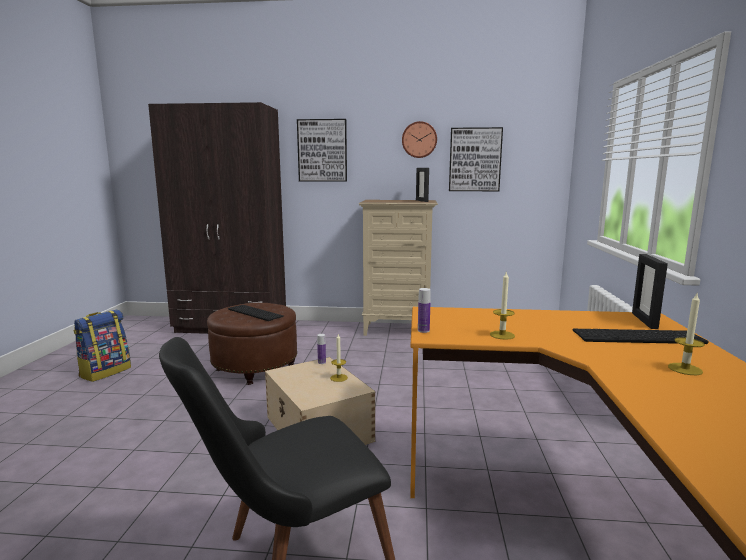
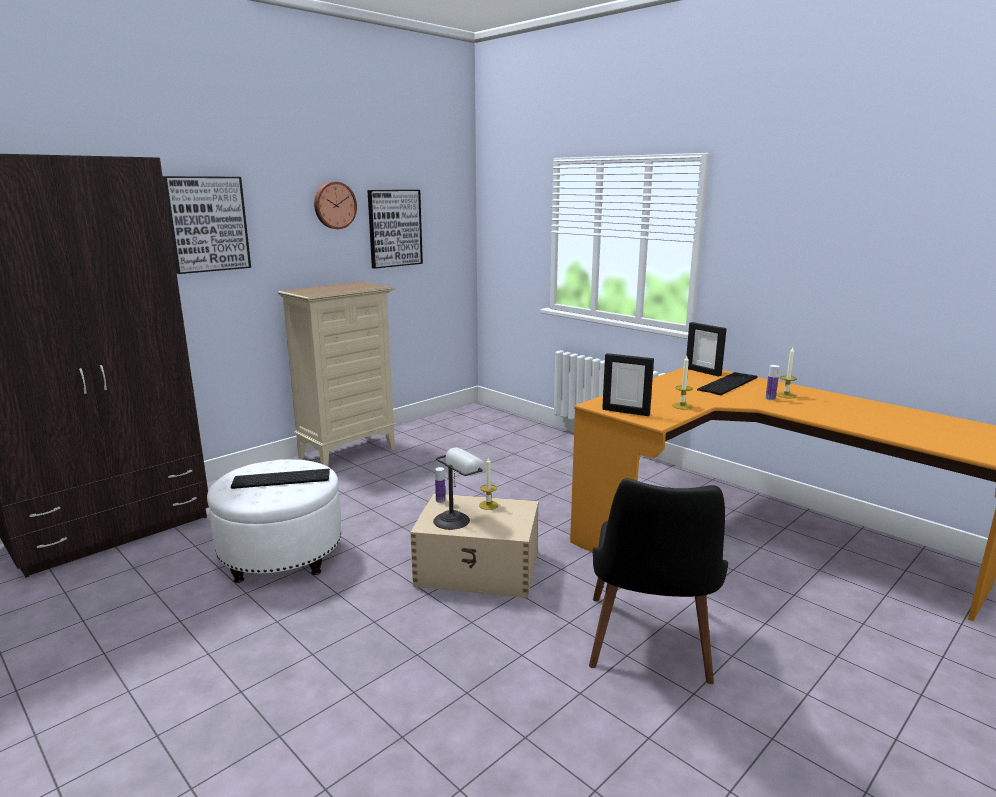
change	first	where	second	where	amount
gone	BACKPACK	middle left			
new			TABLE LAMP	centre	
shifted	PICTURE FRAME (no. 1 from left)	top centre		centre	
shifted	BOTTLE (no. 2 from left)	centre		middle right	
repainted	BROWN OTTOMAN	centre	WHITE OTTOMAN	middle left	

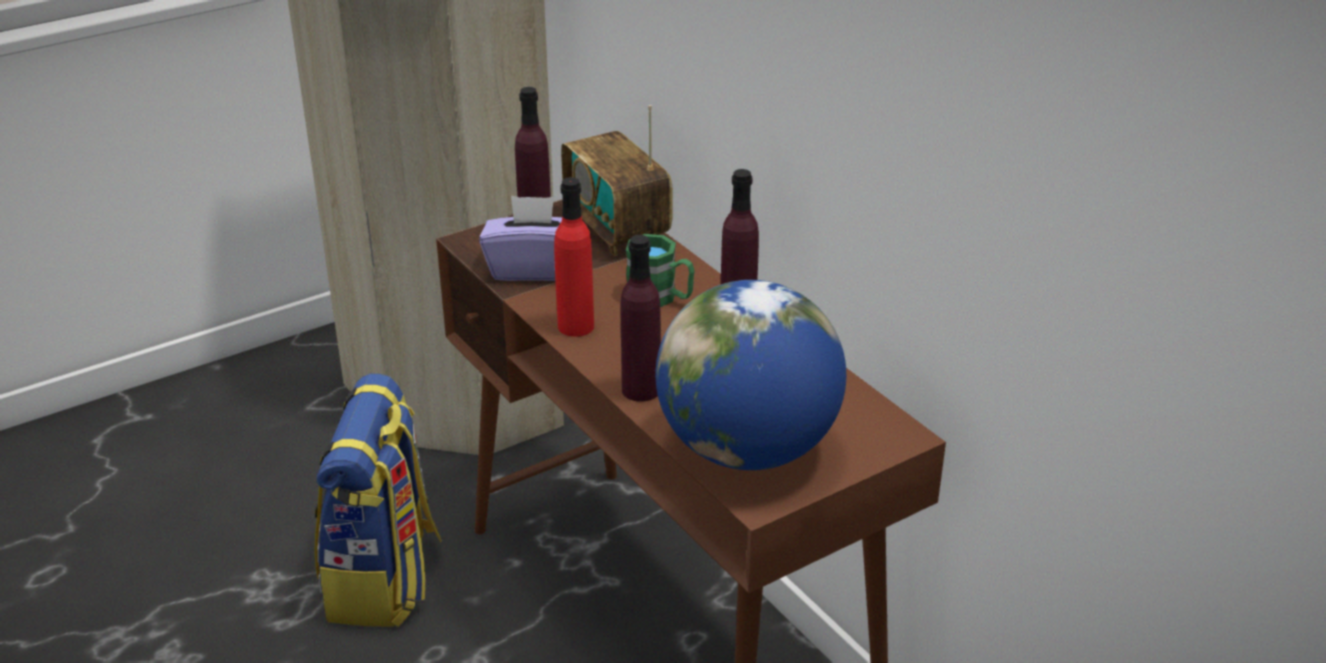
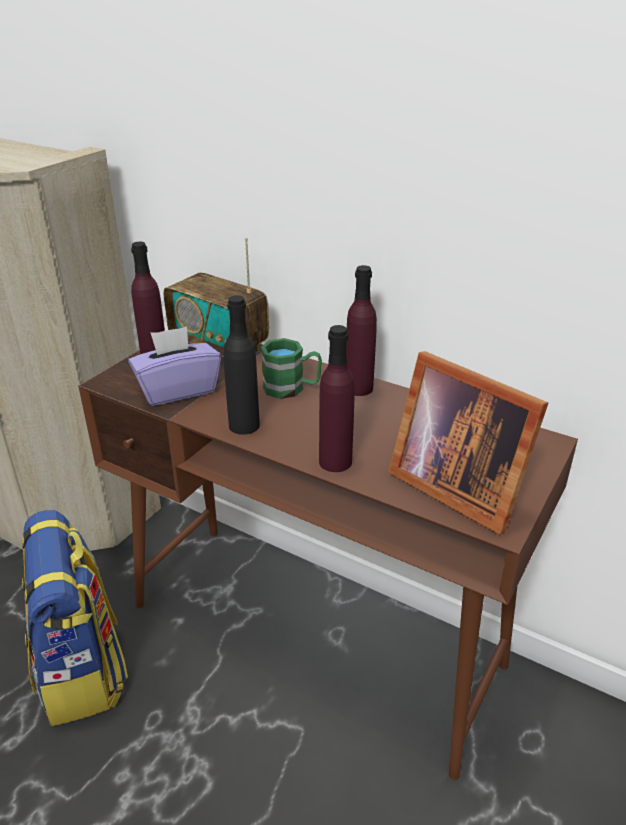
change	first	where	second	where	amount
swapped	GLOBE	centre	PICTURE FRAME	middle right	
repainted	RED BOTTLE	centre	BLACK BOTTLE	centre	

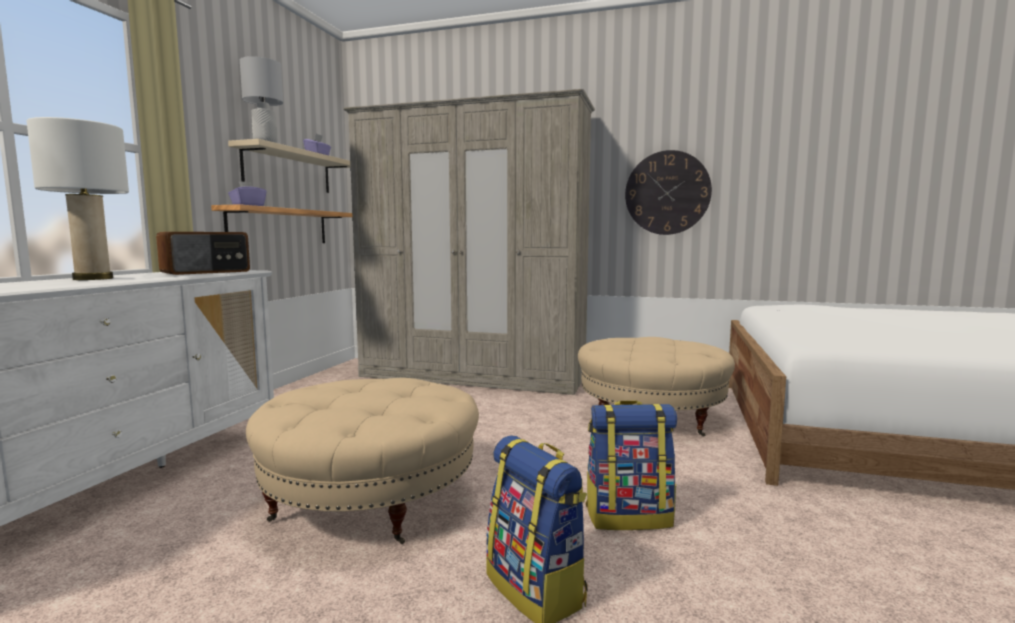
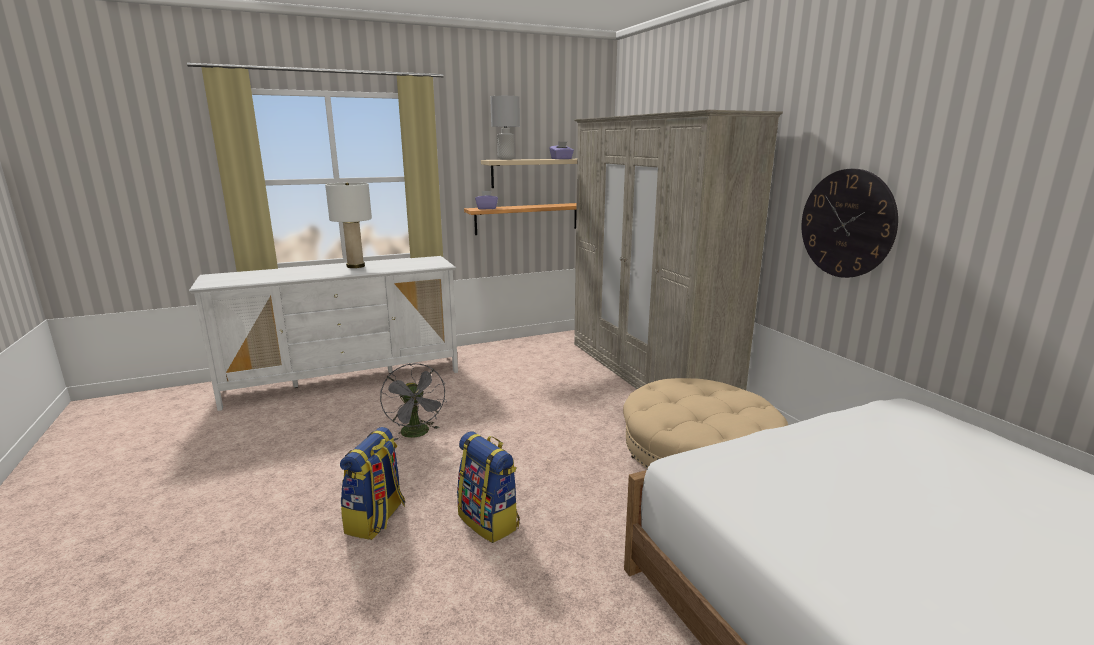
change	first	where	second	where	amount
gone	RADIO	middle left			
swapped	BEIGE OTTOMAN (no. 1 from left)	bottom centre	GREY FAN	centre	

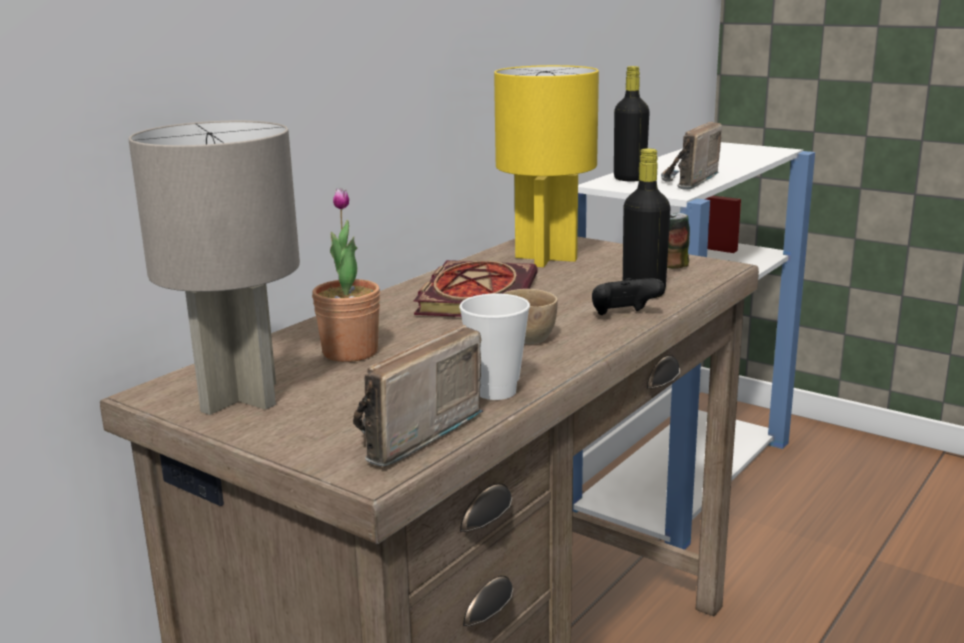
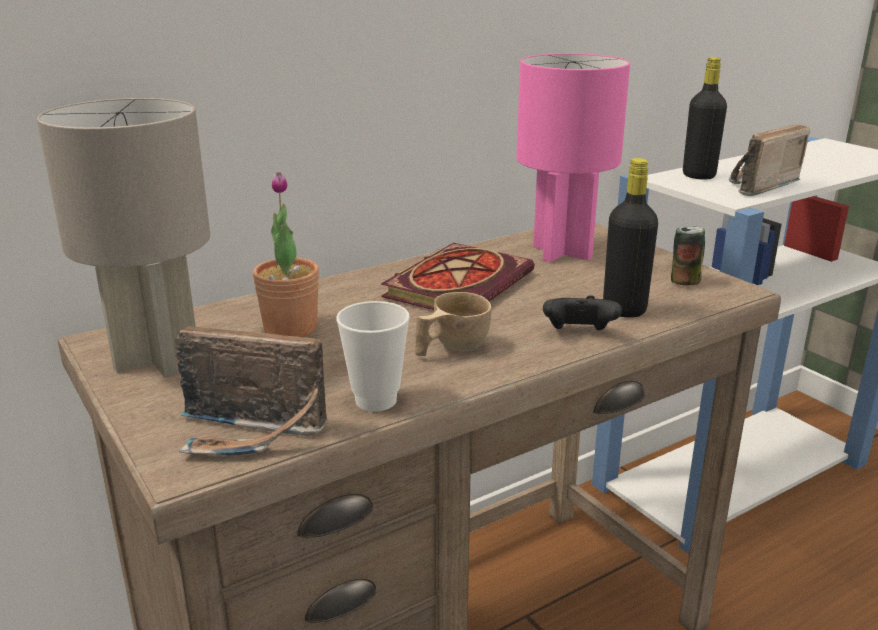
change	first	where	second	where	amount
repainted	YELLOW TABLE LAMP	top centre	PINK TABLE LAMP	top centre	
rotated	RADIO (no. 1 from left)	centre		middle left	135 degrees counterclockwise

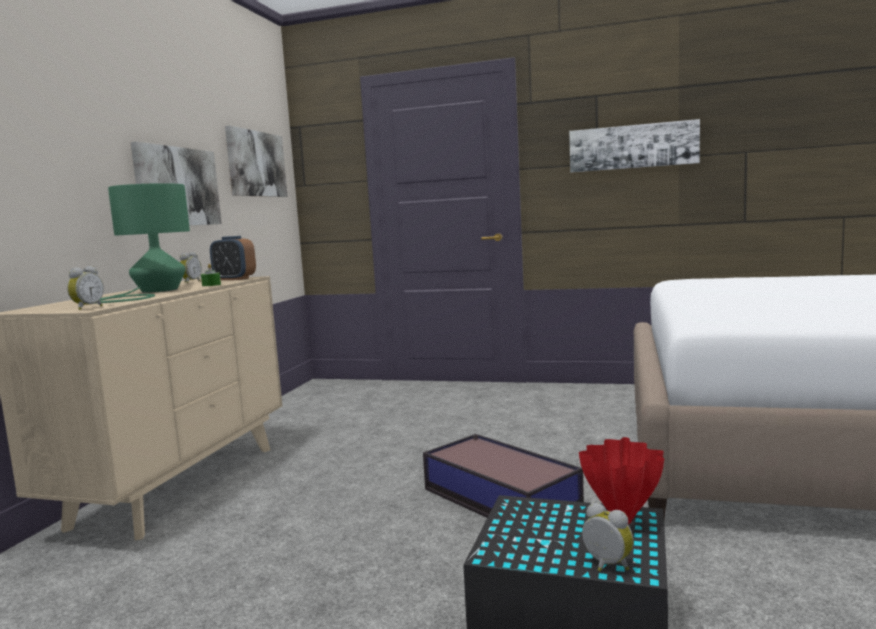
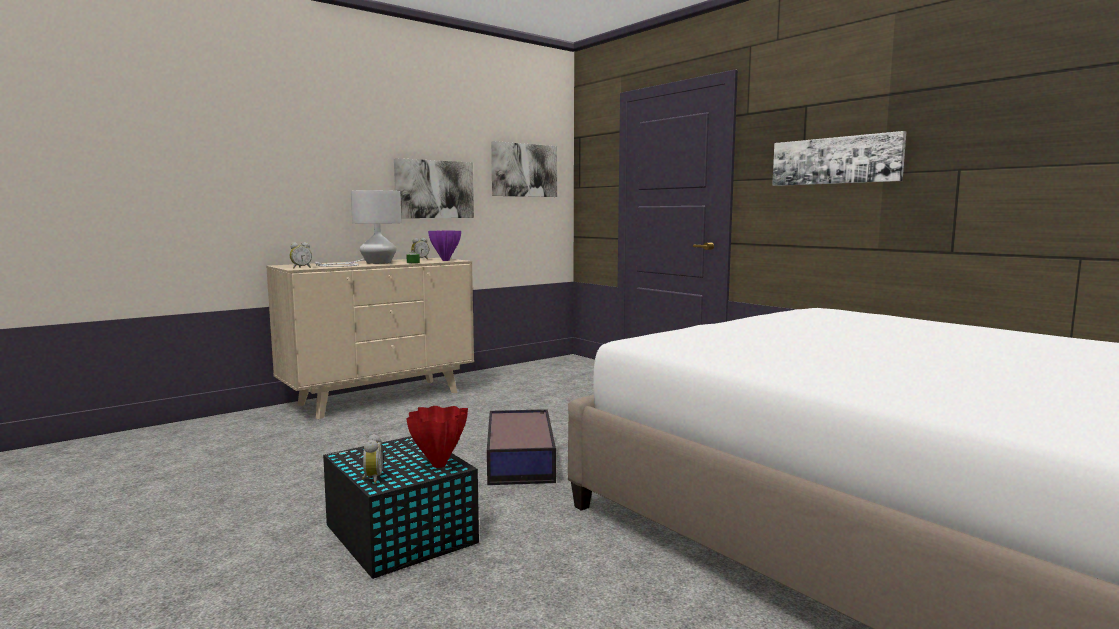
change	first	where	second	where	amount
swapped	ALARM CLOCK (no. 3 from left)	middle left	PURPLE VASE	centre	
repainted	GREEN TABLE LAMP	middle left	GREY TABLE LAMP	middle left	

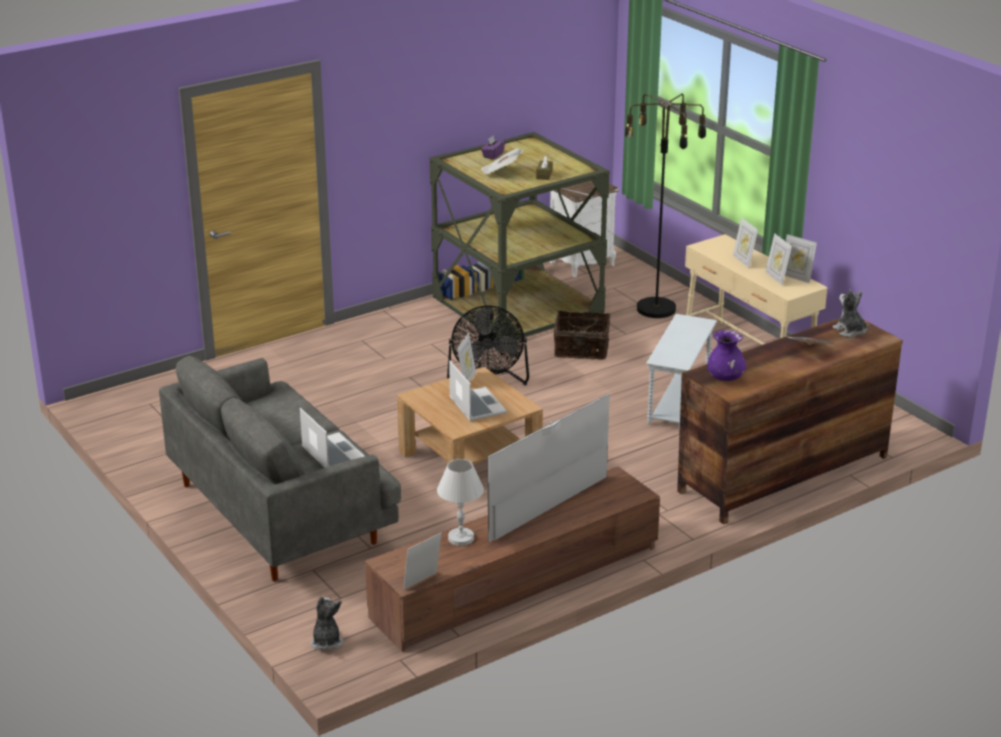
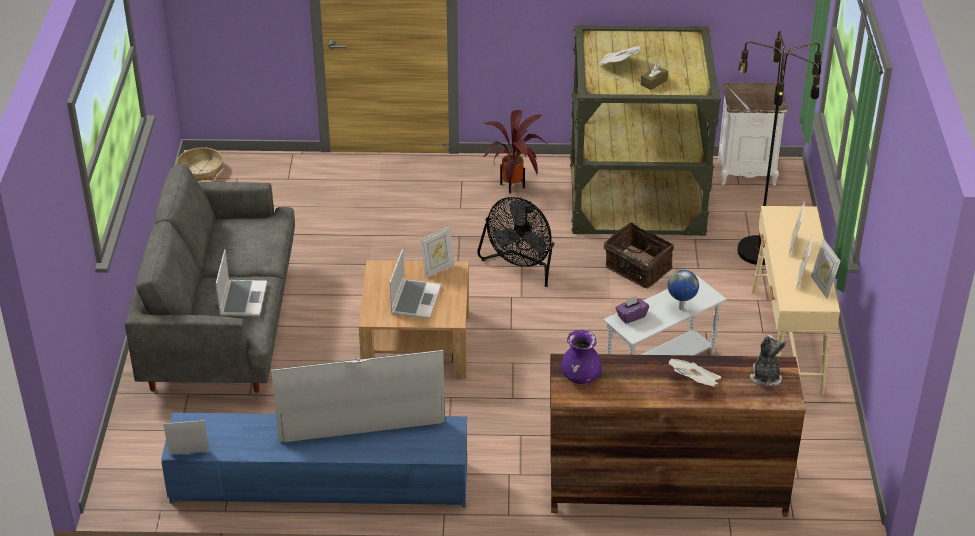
change	first	where	second	where	amount
gone	PLUSH TOY (no. 1 from left)	bottom left			
gone	WHITE TABLE LAMP	bottom centre			
new			BASKET (no. 1 from left)	top left	
new			POTTED PLANT	top centre	
new			GLOBE	middle right	
shifted	PURPLE TISSUE BOX	top centre		centre	
repainted	BROWN TV STAND	bottom centre	BLUE TV STAND	bottom left	

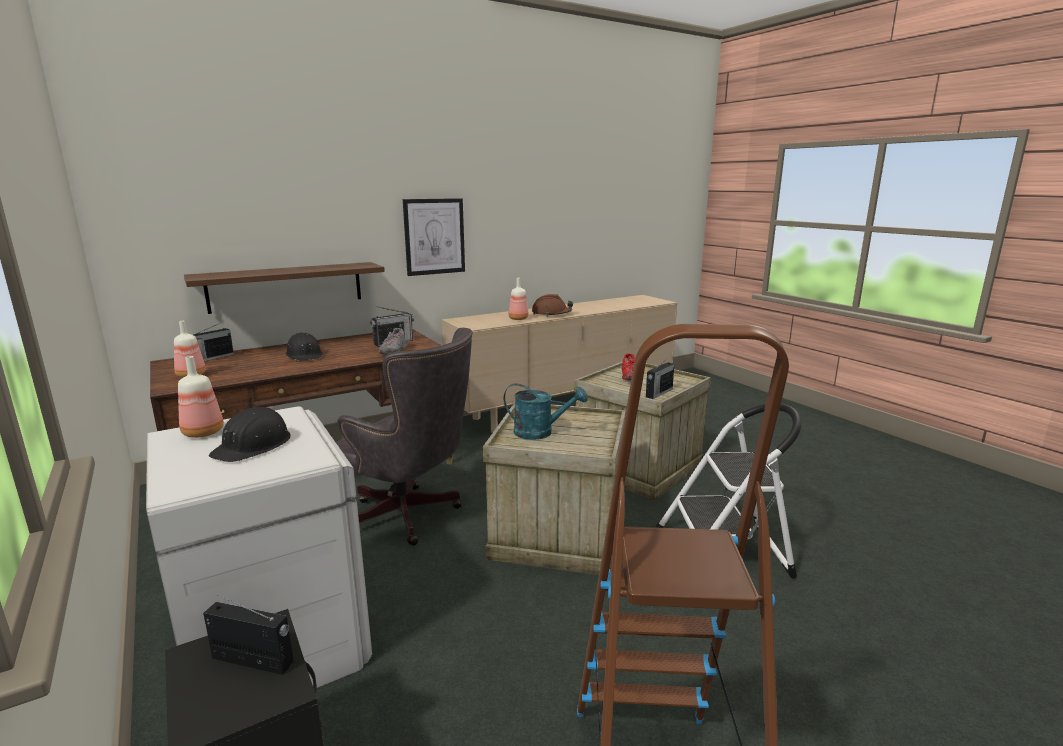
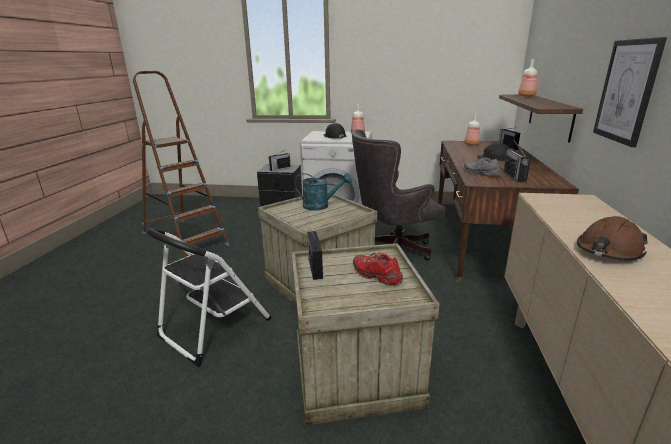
change	first	where	second	where	amount
shifted	BOTTLE (no. 3 from left)	centre		top right	
rotated	TURQUOISE WATERING CAN	centre		centre	135 degrees counterclockwise

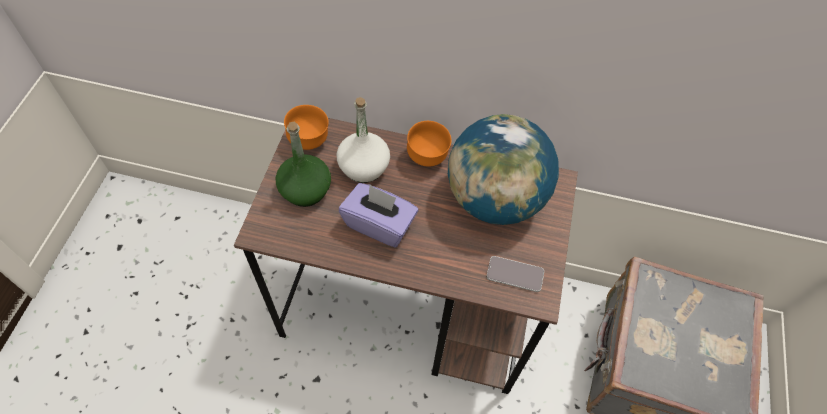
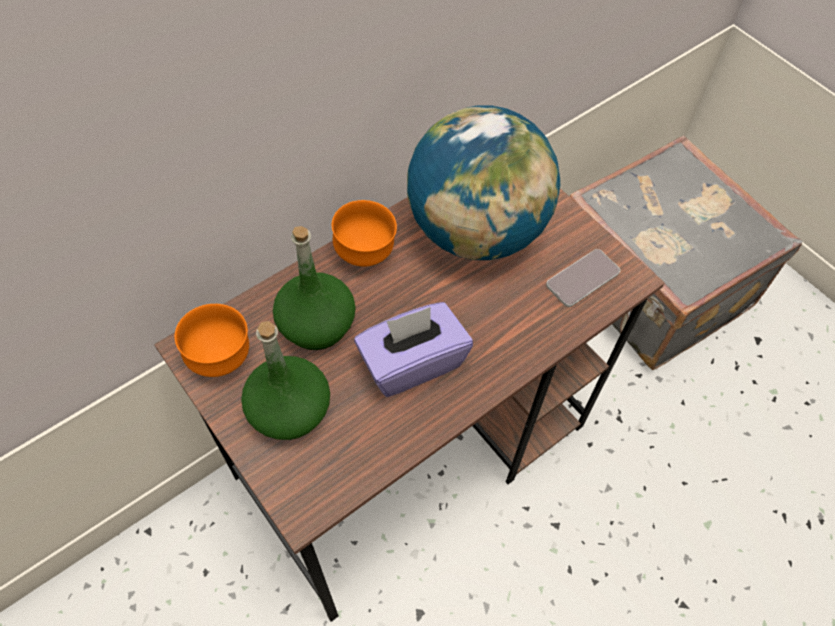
change	first	where	second	where	amount
repainted	WHITE BOTTLE	centre	GREEN BOTTLE (no. 2 from left)	centre	

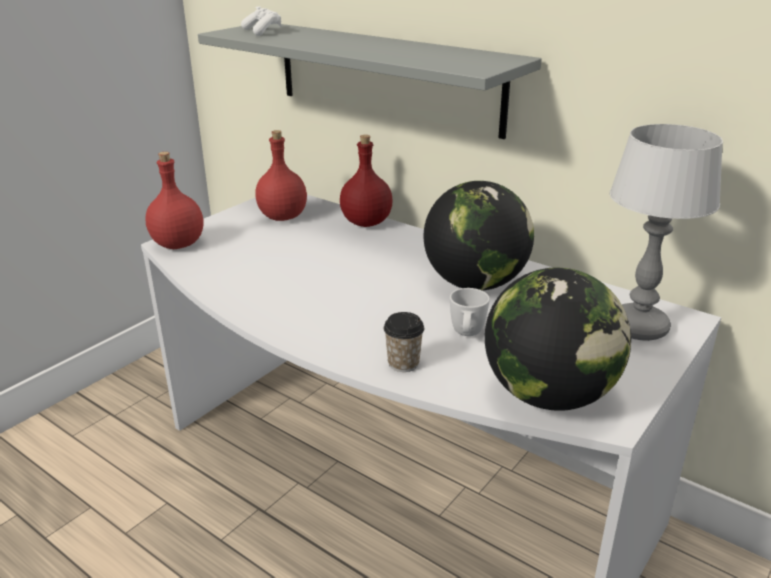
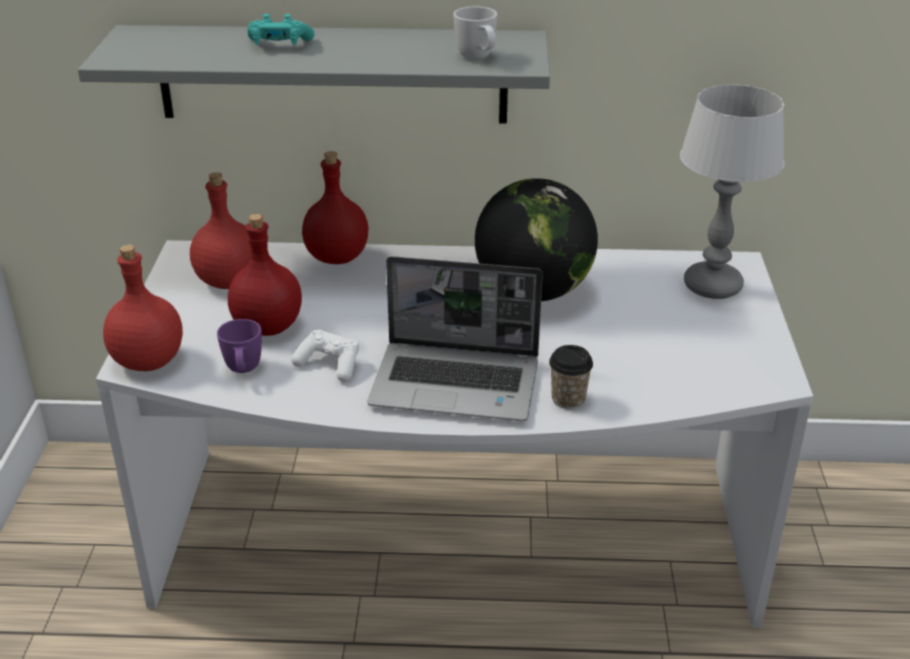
change	first	where	second	where	amount
gone	GLOBE (no. 2 from left)	middle right			
new			PURPLE MUG	middle left	
new			RED BOTTLE (no. 3 from left)	middle left	
new			TURQUOISE GAME CONTROLLER	top left	
new			LAPTOP	centre	
shifted	WHITE GAME CONTROLLER	top centre		centre	
shifted	WHITE MUG	centre		top centre	

